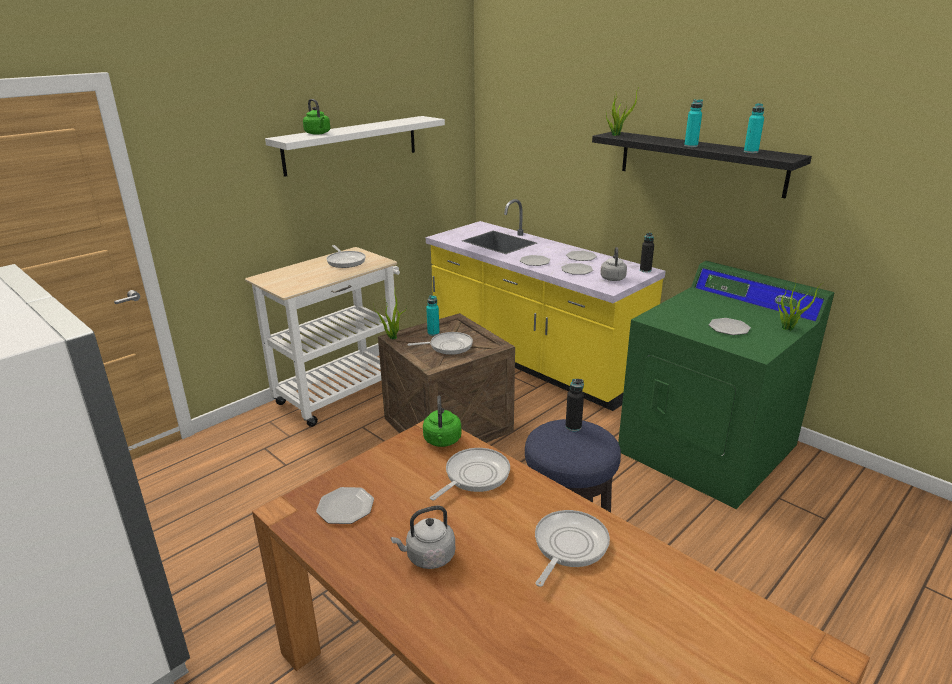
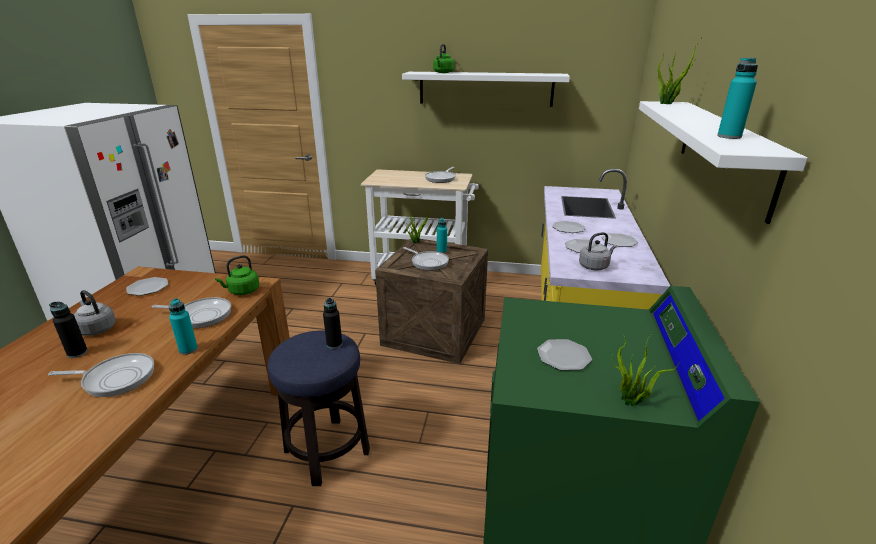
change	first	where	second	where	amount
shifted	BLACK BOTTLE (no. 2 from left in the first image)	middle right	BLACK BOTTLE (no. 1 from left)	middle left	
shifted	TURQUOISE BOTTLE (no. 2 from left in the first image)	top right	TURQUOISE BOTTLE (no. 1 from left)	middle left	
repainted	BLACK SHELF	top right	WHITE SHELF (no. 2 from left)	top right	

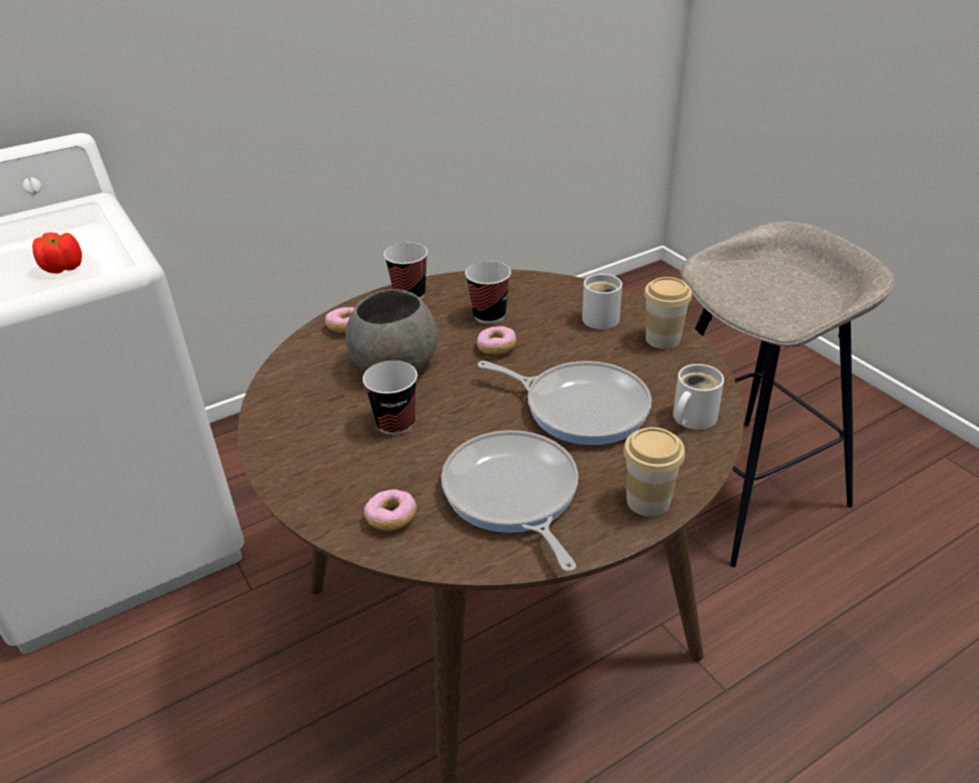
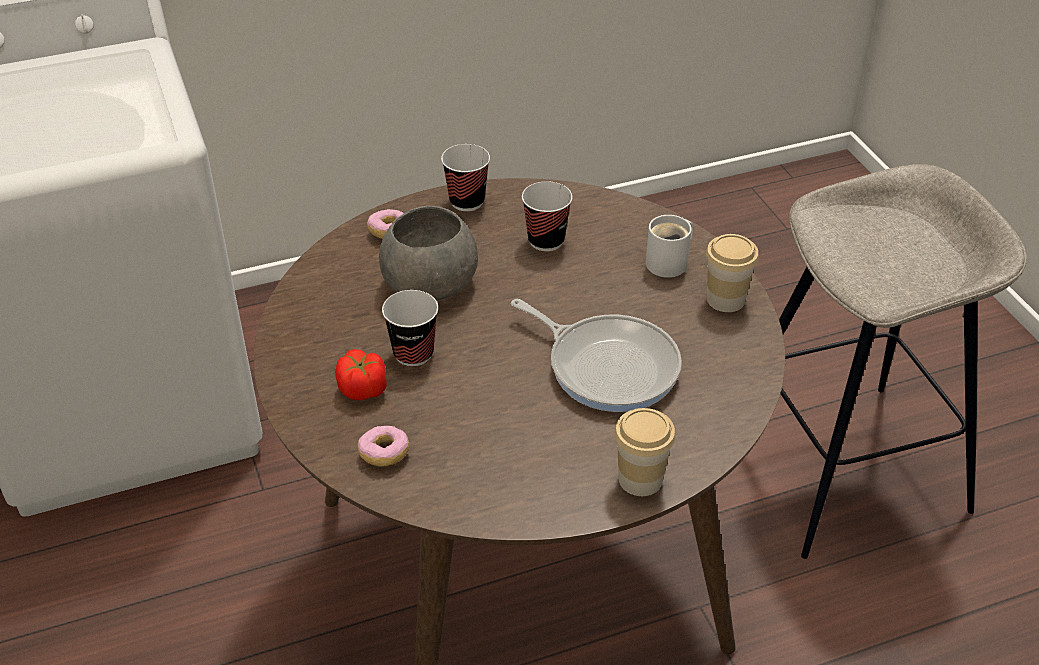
change	first	where	second	where	amount
gone	FRYING PAN (no. 1 from left)	centre			
gone	DONUT (no. 3 from left)	centre			
gone	WHITE MUG (no. 2 from left)	middle right			
shifted	TOMATO	top left		centre	

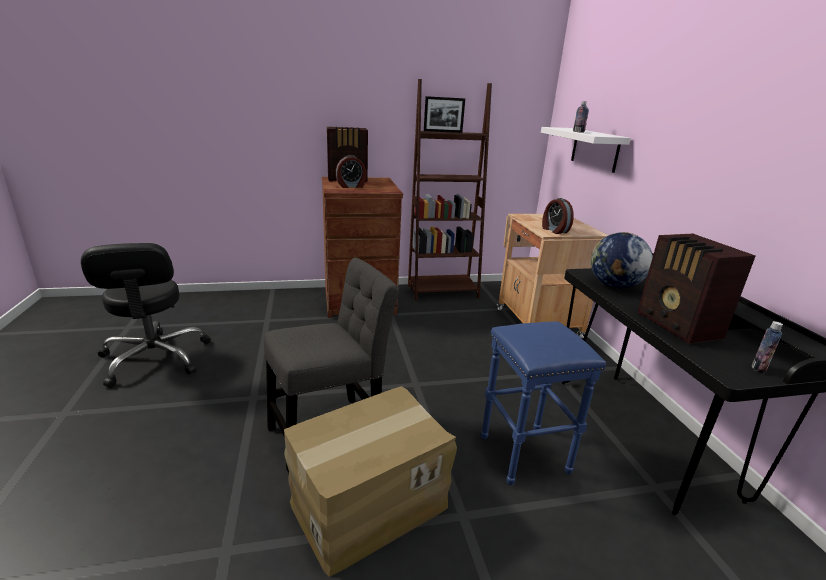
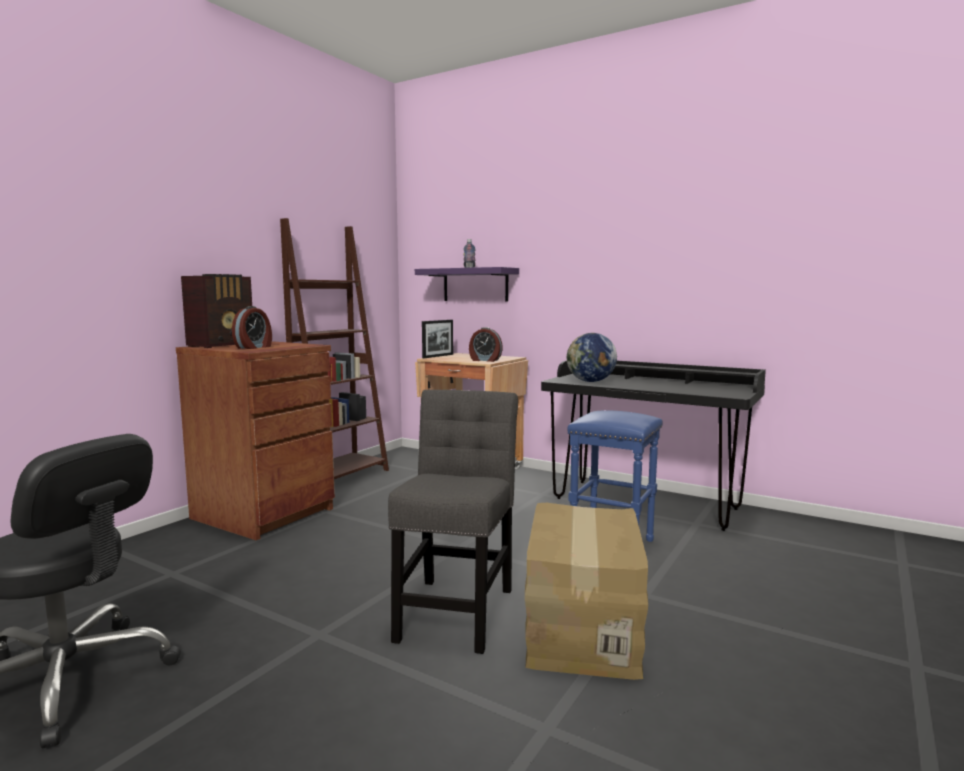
change	first	where	second	where	amount
gone	RADIO (no. 2 from left)	middle right			
gone	BOTTLE (no. 2 from left)	middle right			
shifted	PICTURE FRAME	top centre		centre	
repainted	WHITE SHELF	top right	PURPLE SHELF	centre	

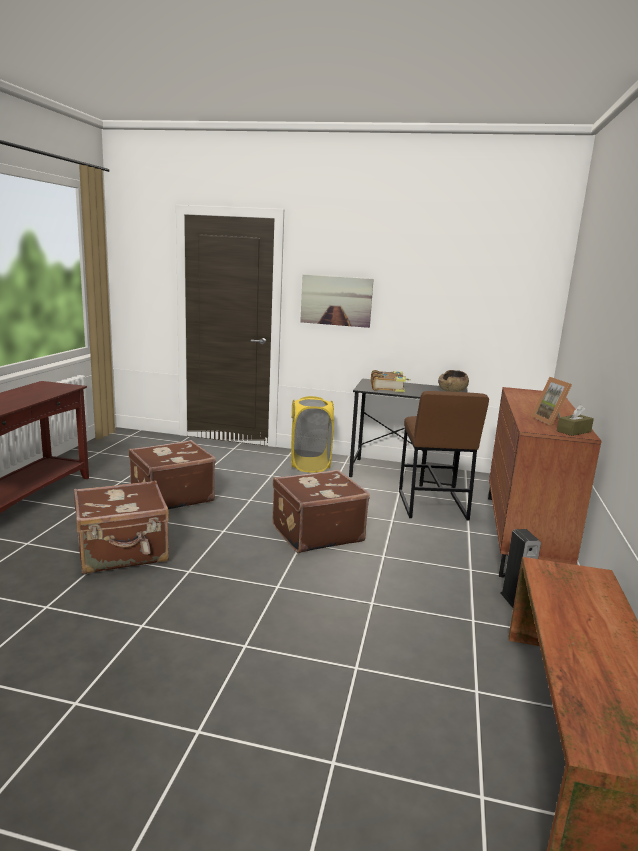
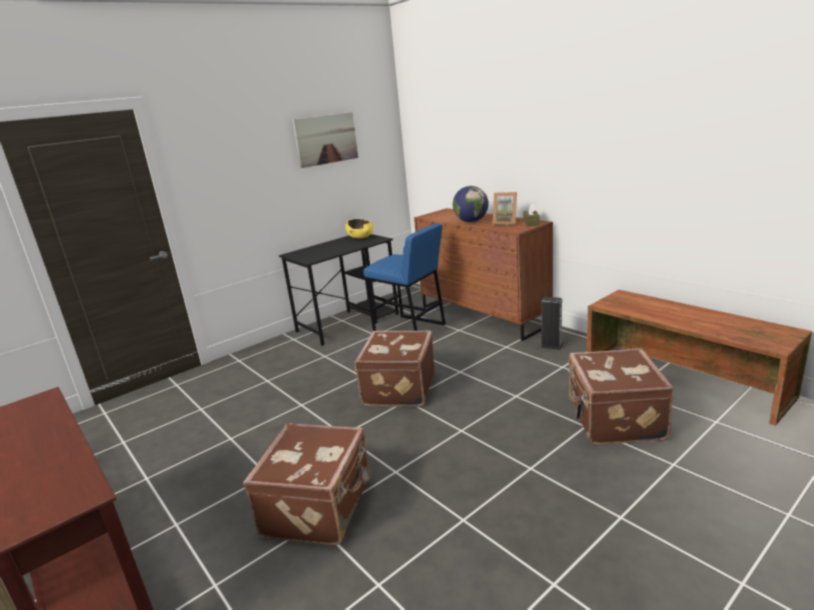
change	first	where	second	where	amount
gone	YELLOW LAUNDRY BASKET	centre			
gone	BOOK	centre			
new			GLOBE	centre	
shifted	BROWN SUITCASE (no. 2 from left in the first image)	middle left	BROWN SUITCASE (no. 3 from left)	middle right	
shifted	PICTURE	centre		top centre	
repainted	BROWN STOOL	middle right	BLUE STOOL	centre	
repainted	BROWN BOWL	middle right	YELLOW BOWL	centre	

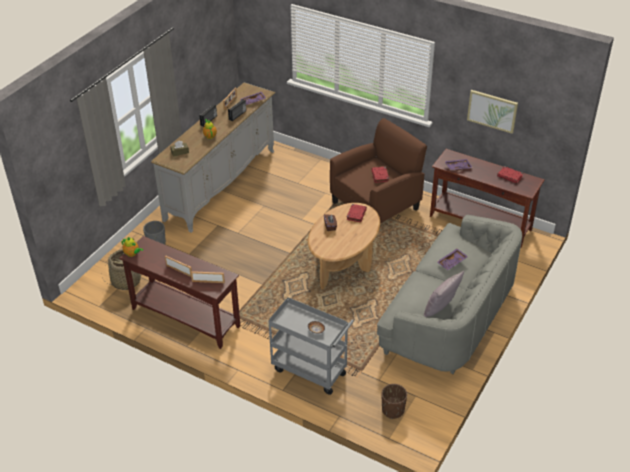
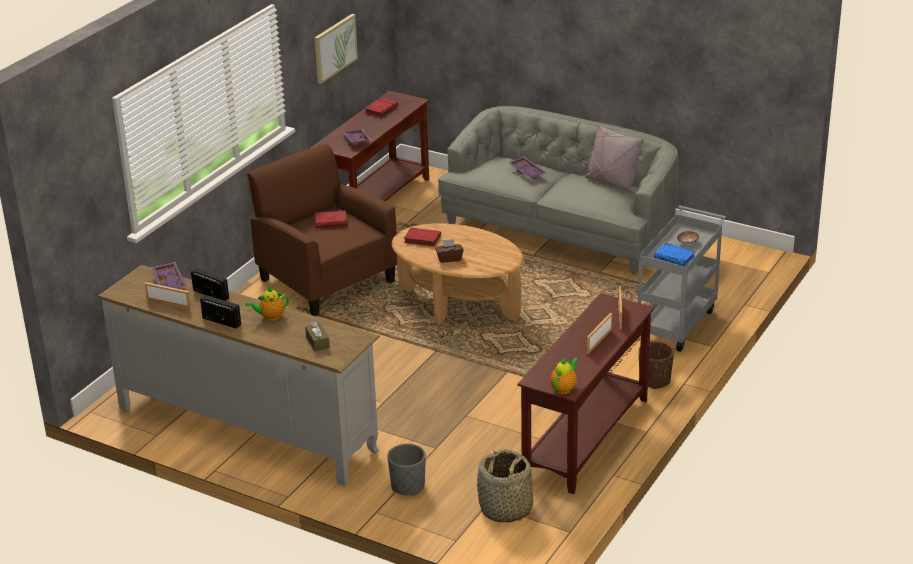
change	first	where	second	where	amount
new			BLUE BOOK	middle right	
shifted	BROWN PLANTER	bottom centre		middle right	

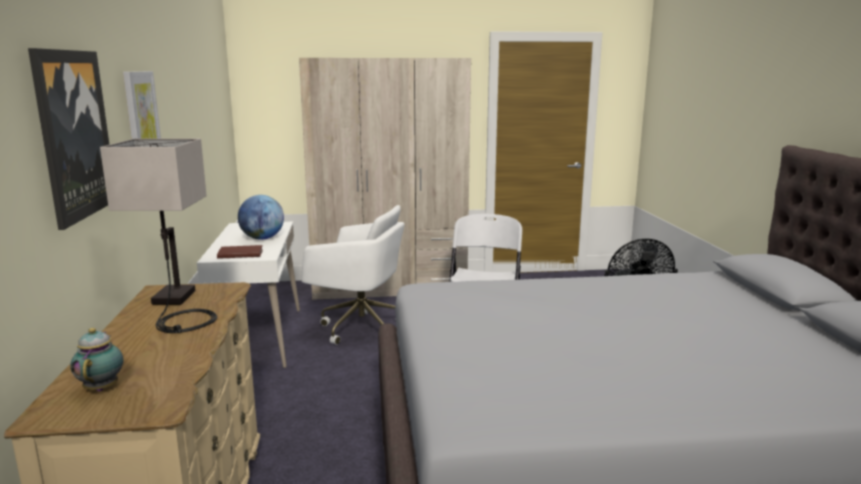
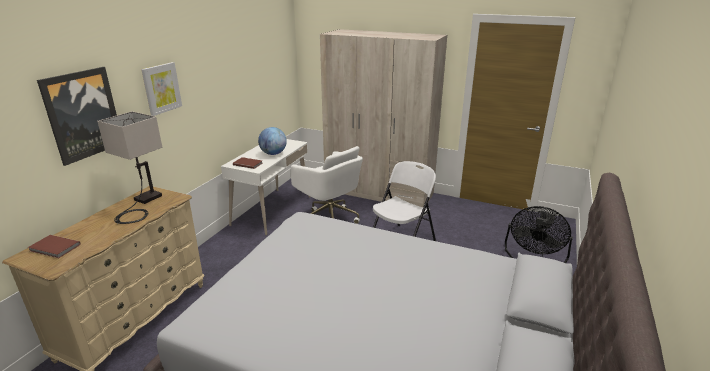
change	first	where	second	where	amount
swapped	TEAPOT	bottom left	BROWN BOOK (no. 1 from left)	middle left	

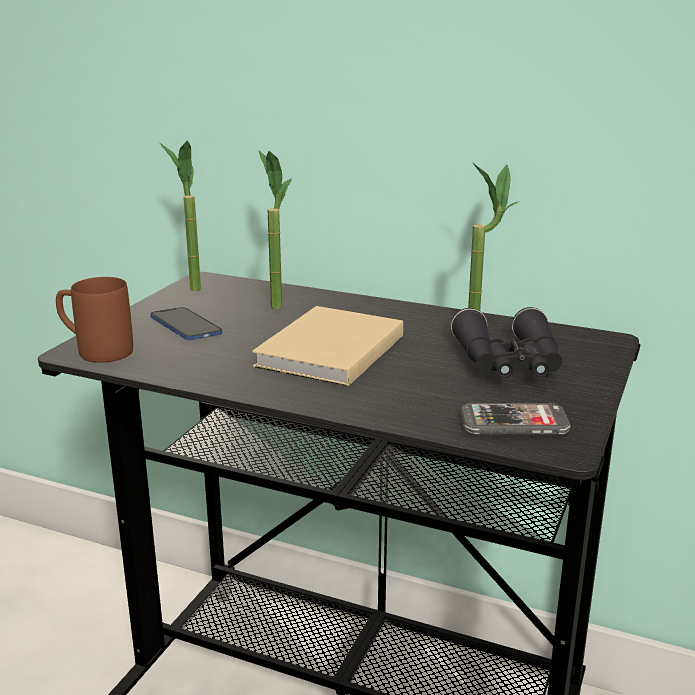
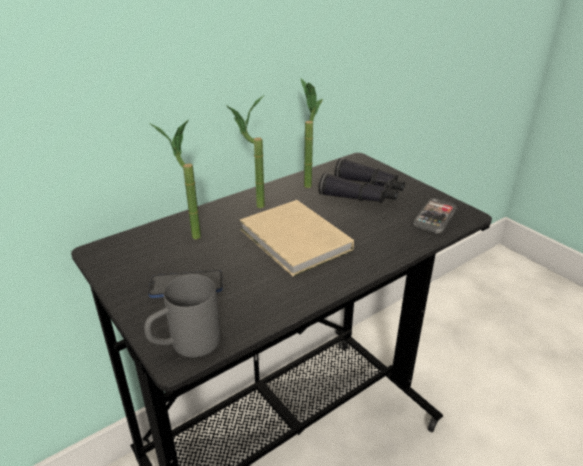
change	first	where	second	where	amount
shifted	POTTED PLANT (no. 1 from left in the first image)	top left	POTTED PLANT (no. 2 from left)	top centre	
repainted	BROWN MUG	middle left	GREY MUG	bottom left	

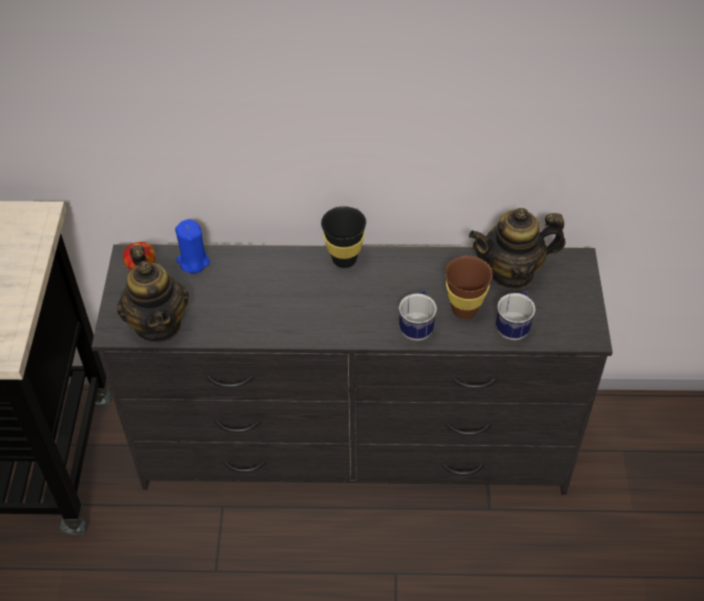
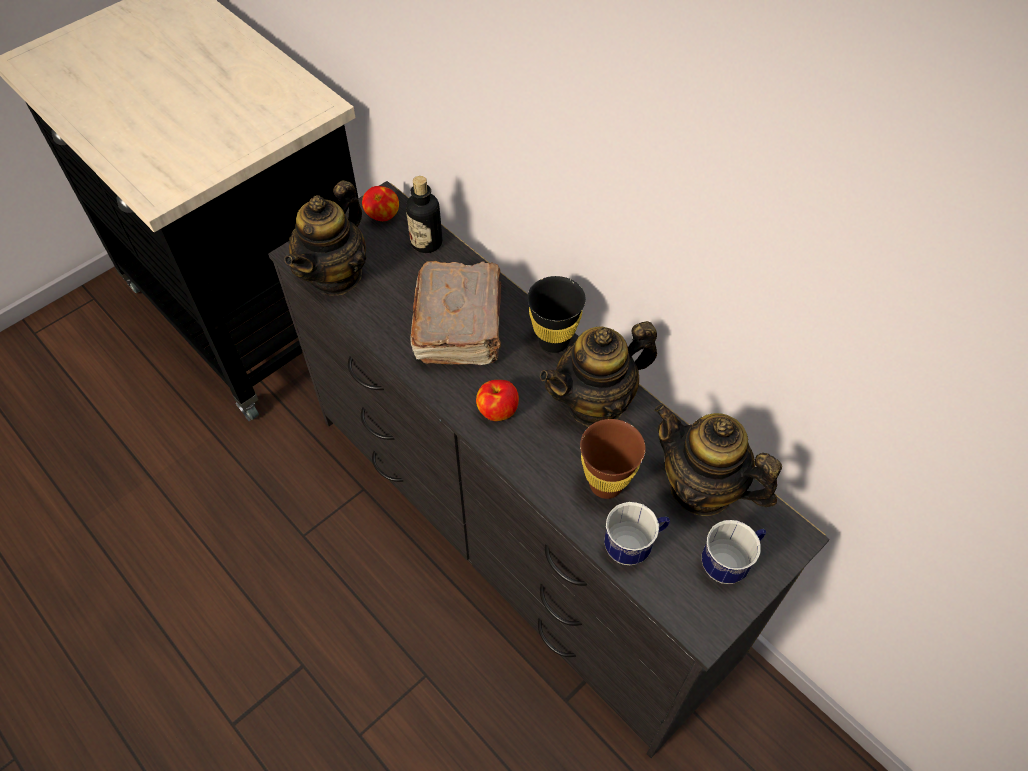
change	first	where	second	where	amount
new			BROWN BOOK	centre	
new			APPLE (no. 2 from left)	centre	
new			TEAPOT (no. 2 from left)	centre	
shifted	MUG (no. 1 from left in the first image)	centre	MUG (no. 2 from left)	bottom right	
swapped	BLUE CANDLE	middle left	BOTTLE	top centre	

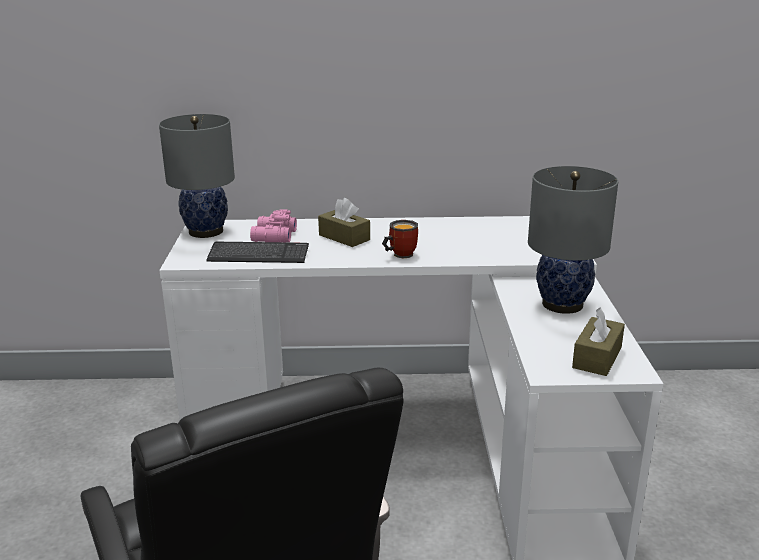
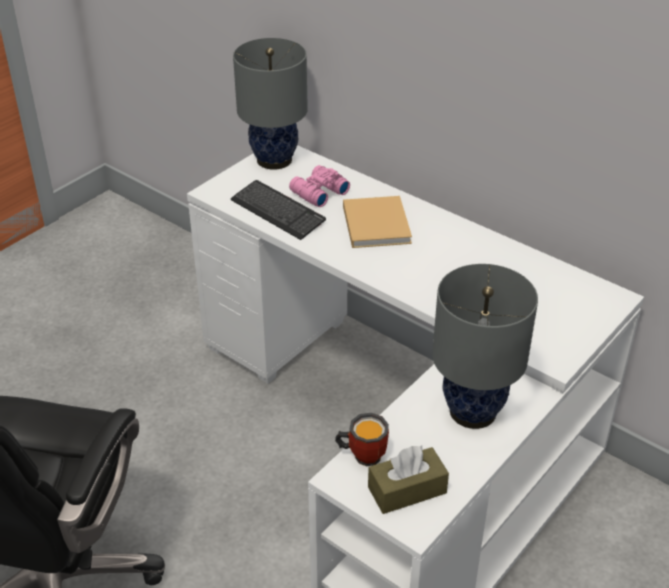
change	first	where	second	where	amount
shifted	MUG	centre		bottom centre	
swapped	BROWN TISSUE BOX (no. 1 from left)	centre	BEIGE BOOK	centre	

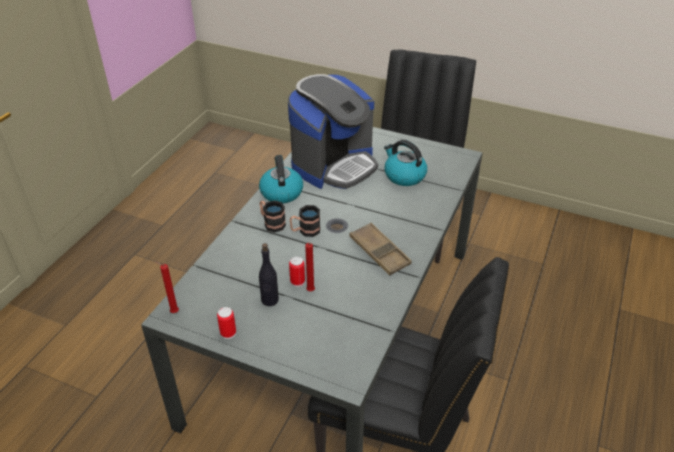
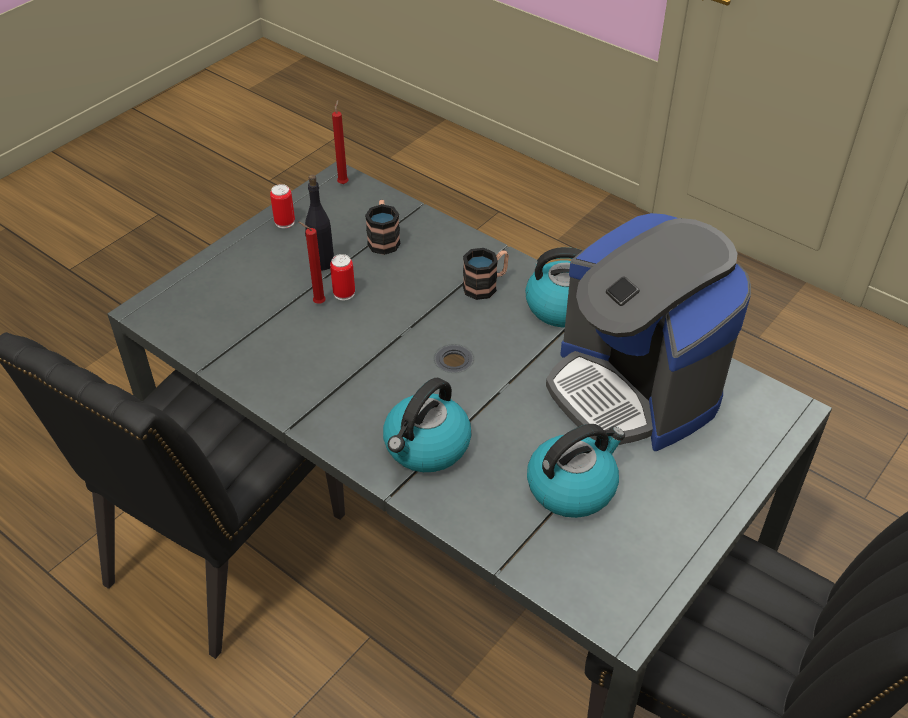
change	first	where	second	where	amount
gone	BROWN TRAY	centre			
new			KETTLE (no. 1 from left)	centre	
shifted	MUG (no. 2 from left in the first image)	centre	MUG (no. 1 from left)	top centre	

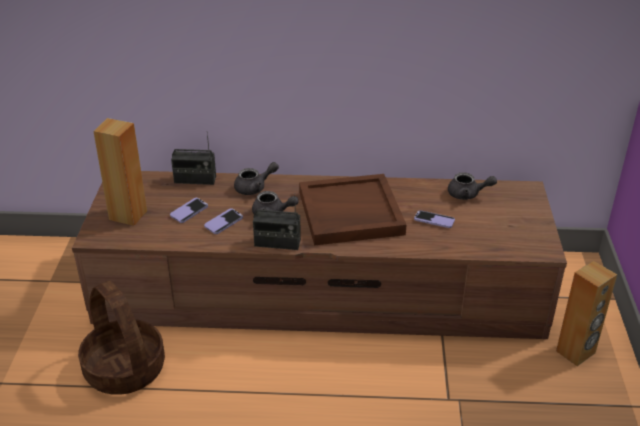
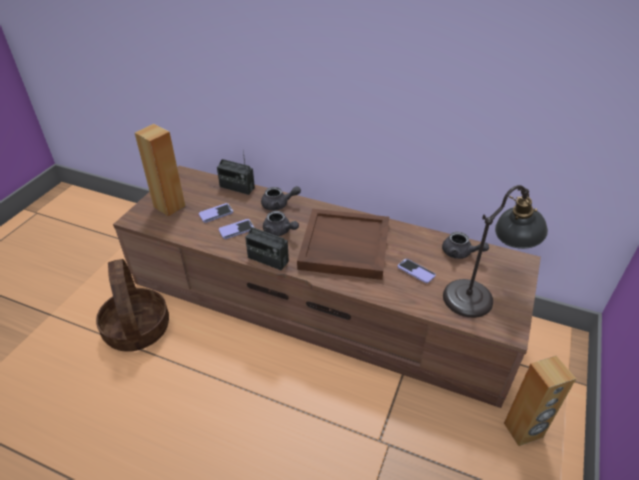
change	first	where	second	where	amount
new			GREY TABLE LAMP	middle right	

